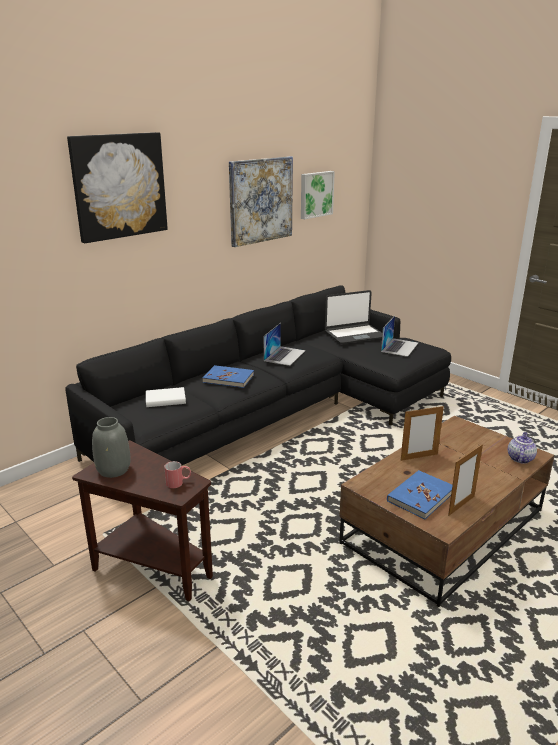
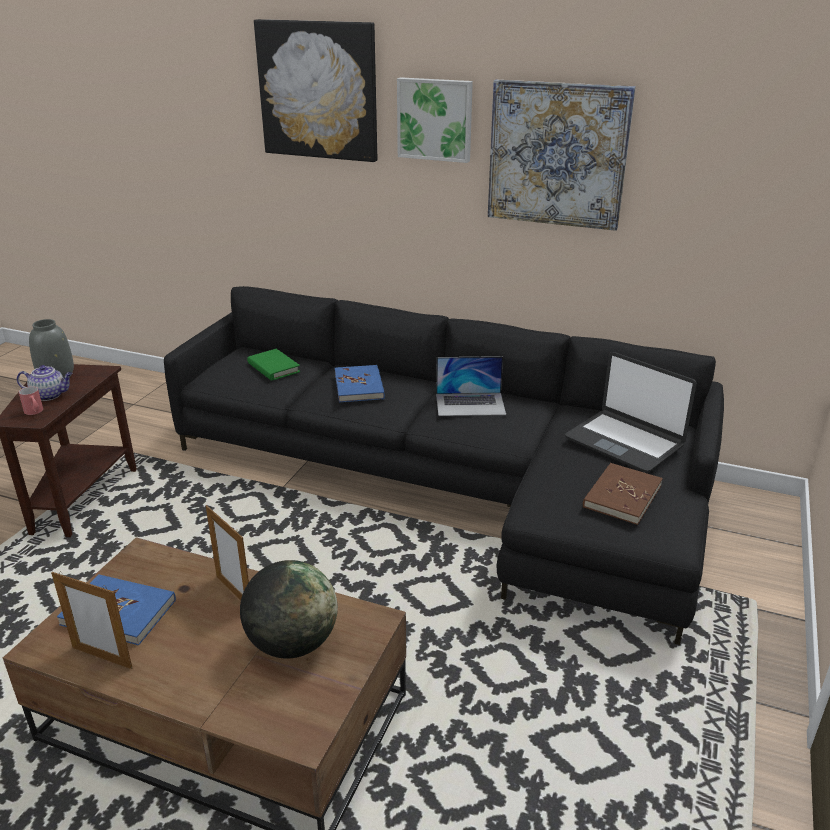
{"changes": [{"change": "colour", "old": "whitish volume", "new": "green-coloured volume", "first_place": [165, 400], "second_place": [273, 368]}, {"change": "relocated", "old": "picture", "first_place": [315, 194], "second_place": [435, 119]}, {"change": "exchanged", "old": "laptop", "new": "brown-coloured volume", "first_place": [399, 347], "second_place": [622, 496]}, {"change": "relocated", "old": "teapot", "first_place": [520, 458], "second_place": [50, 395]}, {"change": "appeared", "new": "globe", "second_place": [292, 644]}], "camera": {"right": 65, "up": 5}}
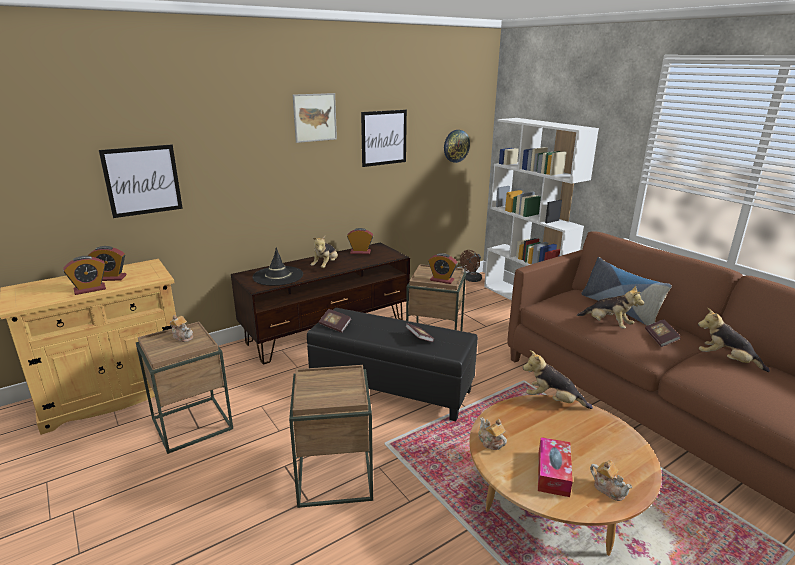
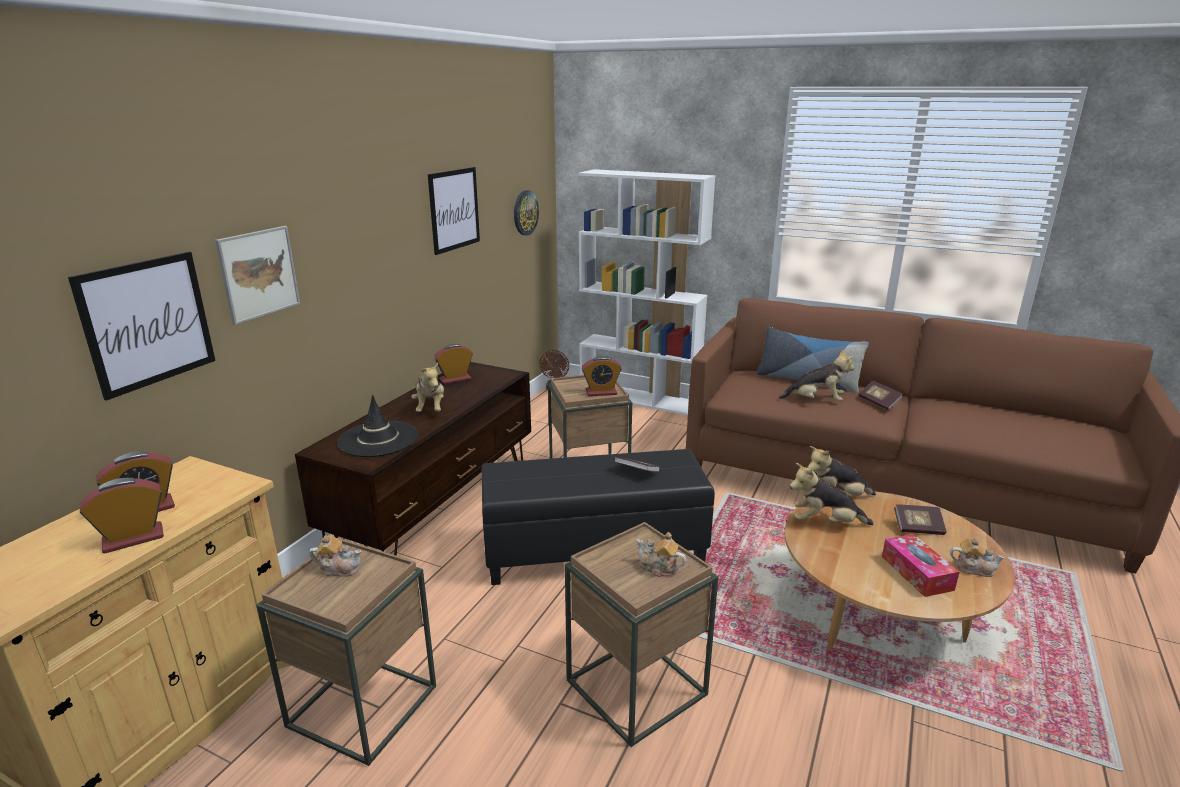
{"changes": [{"change": "spun", "old": "bedside clock", "first_place": [90, 289], "second_place": [133, 539], "degrees": -150}, {"change": "relocated", "old": "picture", "first_place": [315, 117], "second_place": [259, 273]}, {"change": "relocated", "old": "volume", "first_place": [335, 326], "second_place": [918, 528]}, {"change": "relocated", "old": "teapot", "first_place": [490, 442], "second_place": [659, 568]}, {"change": "relocated", "old": "cuddly toy", "first_place": [726, 361], "second_place": [825, 523]}], "camera": {"right": -30, "up": 0}}
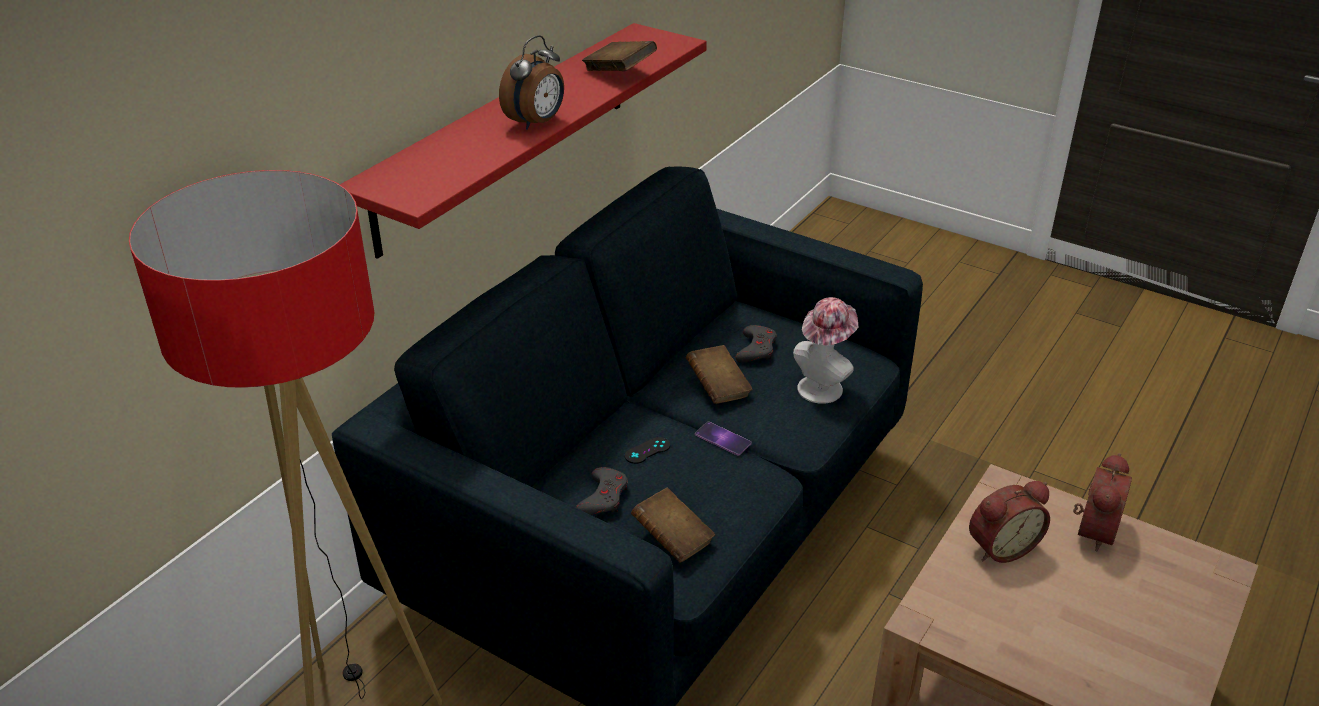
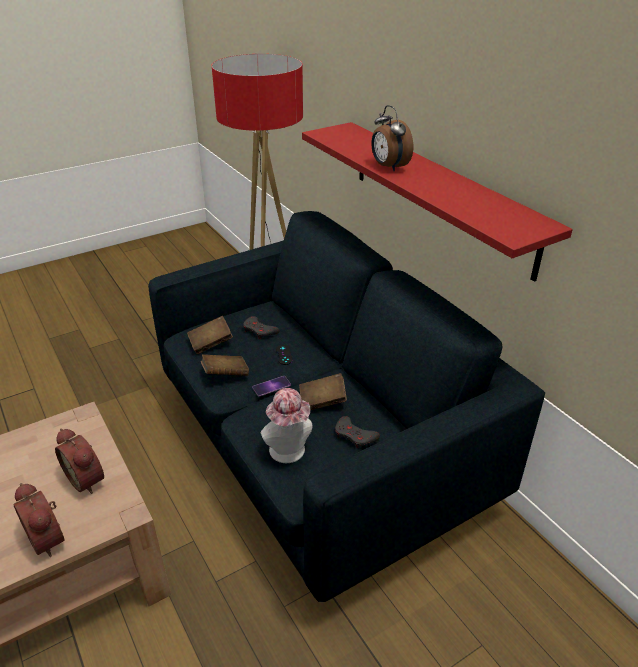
{"changes": [{"change": "relocated", "old": "brown-coloured volume", "first_place": [619, 73], "second_place": [225, 374]}, {"change": "spun", "old": "bedside clock", "first_place": [1000, 546], "second_place": [88, 478], "degrees": -45}], "camera": {"right": 115, "up": 0}}
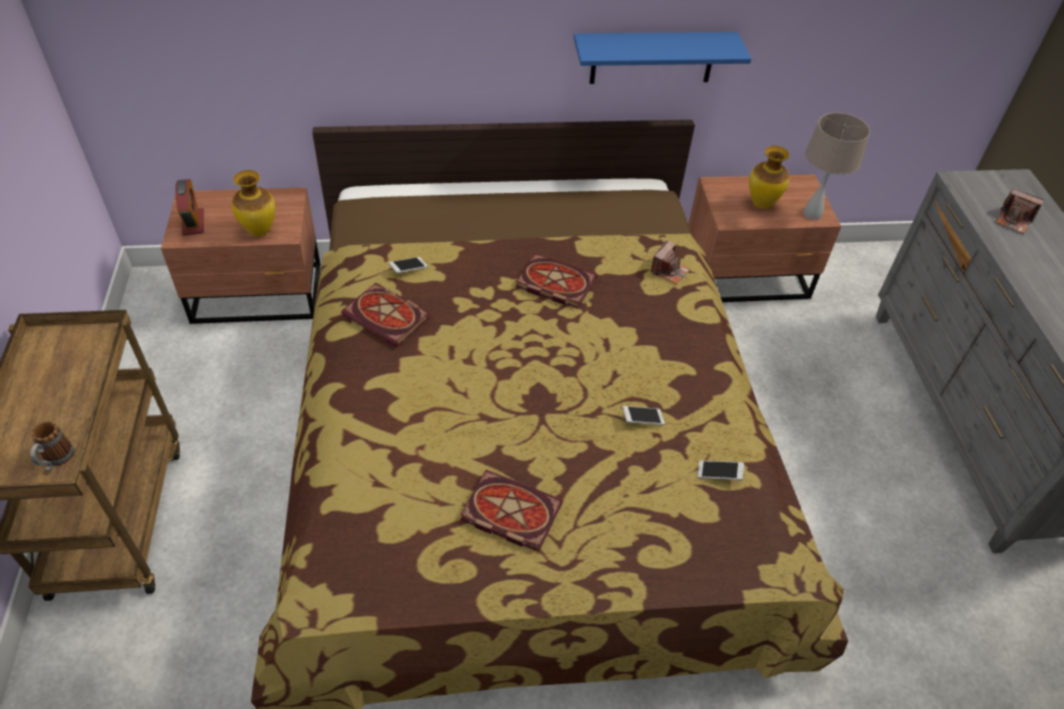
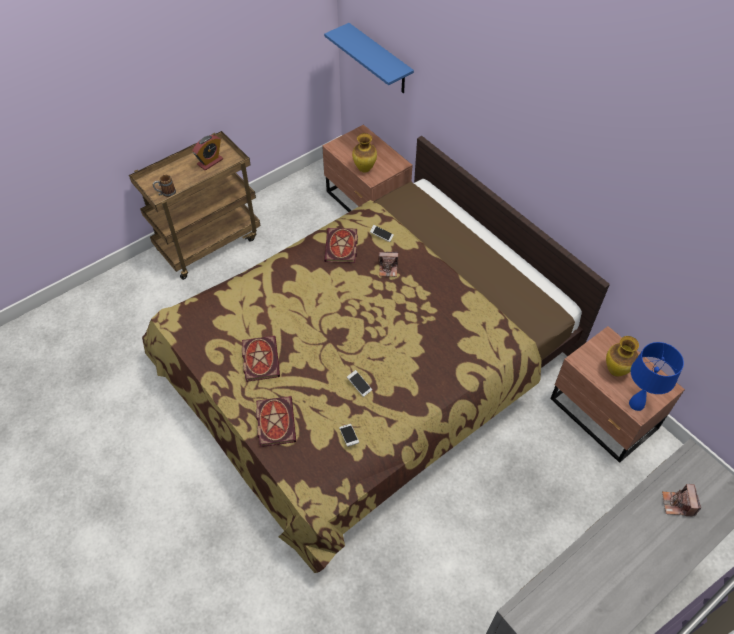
{"changes": [{"change": "relocated", "old": "bedside clock", "first_place": [193, 223], "second_place": [210, 162]}, {"change": "relocated", "old": "volume", "first_place": [553, 283], "second_place": [274, 421]}, {"change": "relocated", "old": "bluish wall shelf", "first_place": [652, 57], "second_place": [380, 60]}, {"change": "relocated", "old": "still camera", "first_place": [669, 271], "second_place": [388, 269]}, {"change": "colour", "old": "beige-coloured lamp for a table", "new": "bluish lamp for a table", "first_place": [812, 213], "second_place": [636, 404]}], "camera": {"right": 60, "up": 5}}
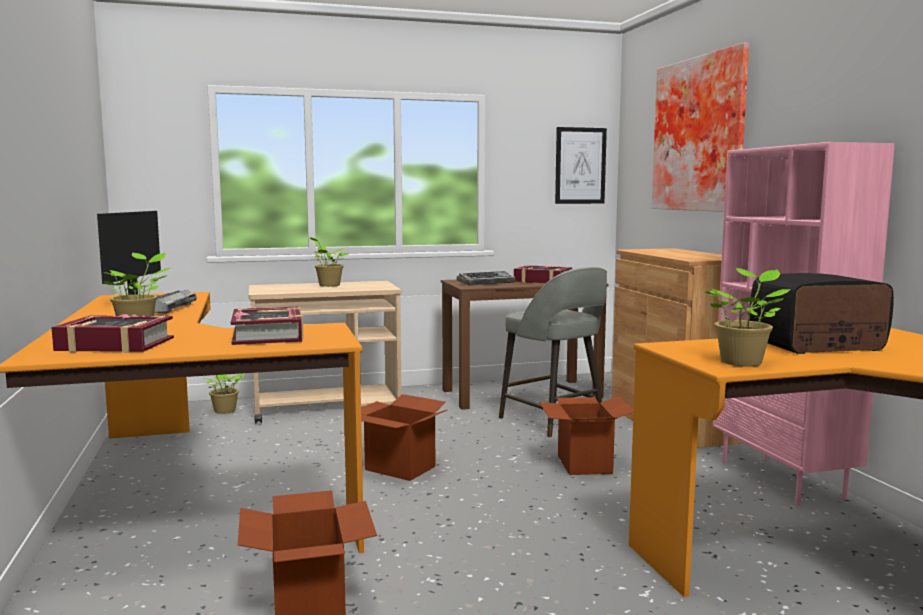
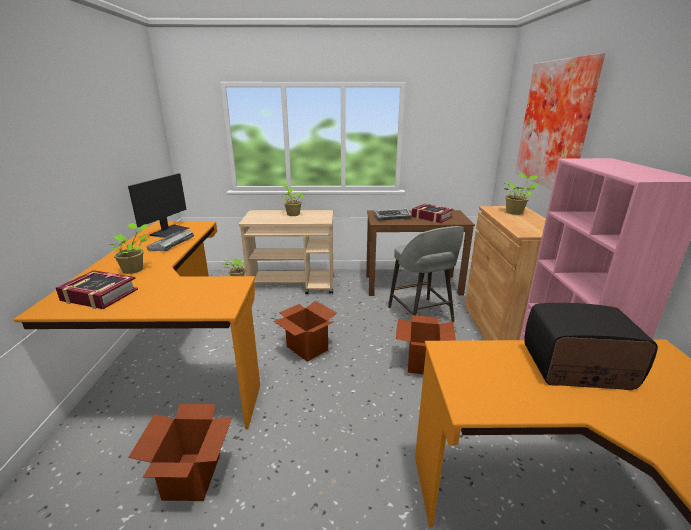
{"changes": [{"change": "missing", "old": "volume", "first_place": [268, 335]}, {"change": "missing", "old": "picture", "first_place": [580, 165]}, {"change": "relocated", "old": "houseplant", "first_place": [743, 362], "second_place": [515, 212]}], "camera": {"right": 15, "up": 15}}
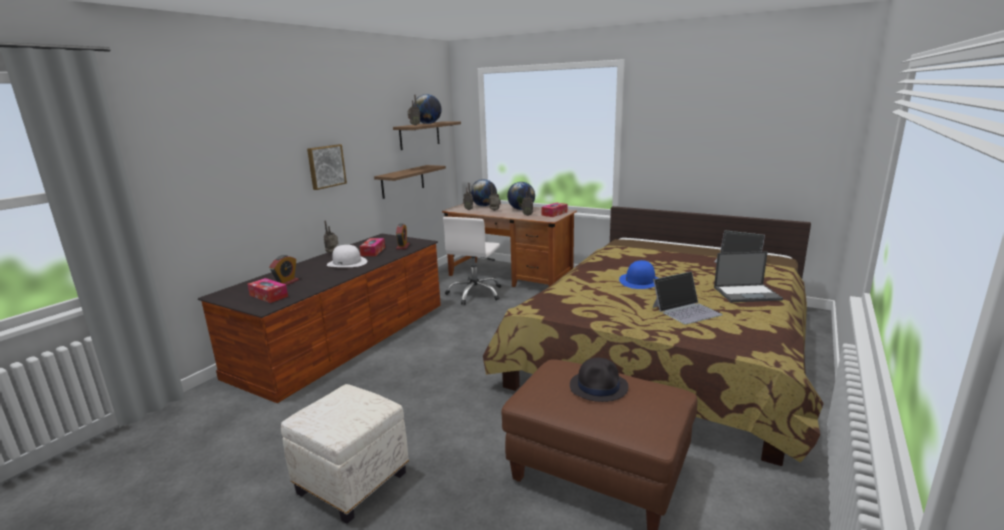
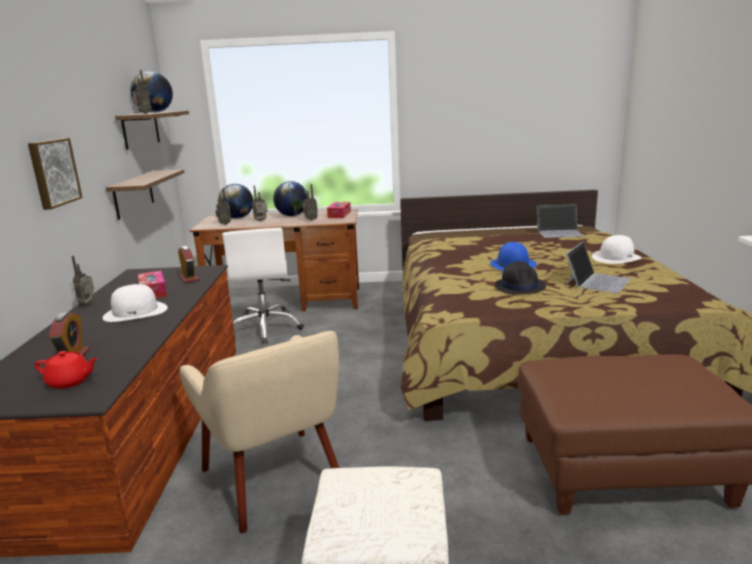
{"changes": [{"change": "exchanged", "old": "box of tissues", "new": "red-coloured teapot", "first_place": [268, 296], "second_place": [70, 382]}, {"change": "relocated", "old": "blackish clothing hat", "first_place": [599, 386], "second_place": [519, 286]}, {"change": "exchanged", "old": "laptop", "new": "whitish clothing hat", "first_place": [747, 293], "second_place": [616, 257]}, {"change": "appeared", "new": "beige-coloured easy chair", "second_place": [274, 479]}], "camera": {"right": -30, "up": 0}}
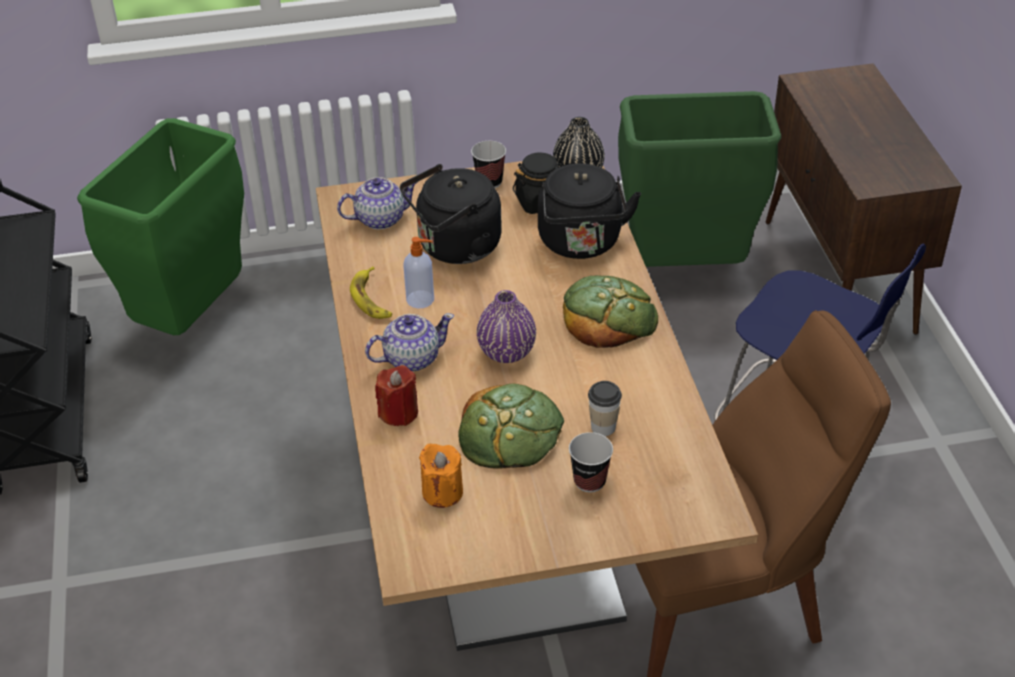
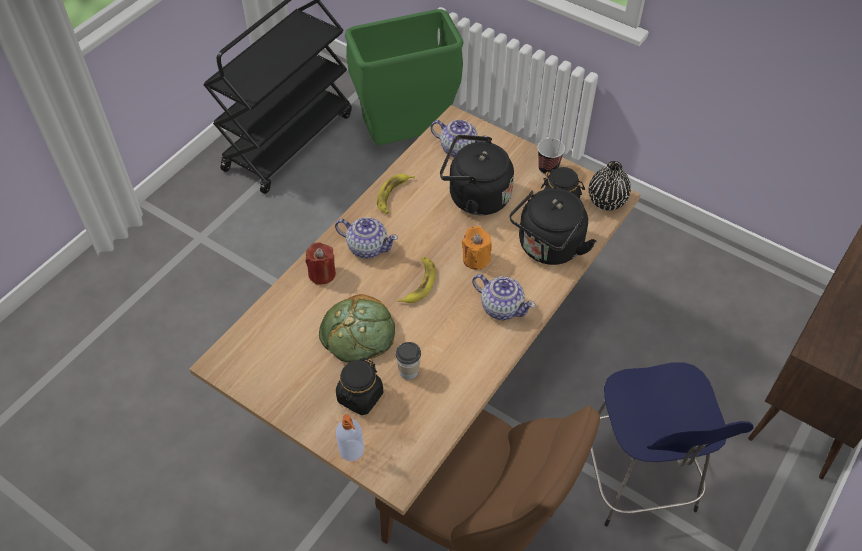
{"changes": [{"change": "relocated", "old": "soap dispenser", "first_place": [421, 299], "second_place": [352, 451]}, {"change": "relocated", "old": "orange-coloured wax candle", "first_place": [442, 492], "second_place": [476, 259]}, {"change": "exchanged", "old": "purple vase", "new": "whole banana", "first_place": [506, 352], "second_place": [419, 283]}, {"change": "exchanged", "old": "bakery bread", "new": "teapot", "first_place": [608, 316], "second_place": [501, 307]}, {"change": "exchanged", "old": "cup", "new": "blackish preserve jar", "first_place": [589, 481], "second_place": [360, 397]}, {"change": "missing", "old": "green-coloured trash can", "first_place": [685, 268]}], "camera": {"right": 45, "up": 10}}
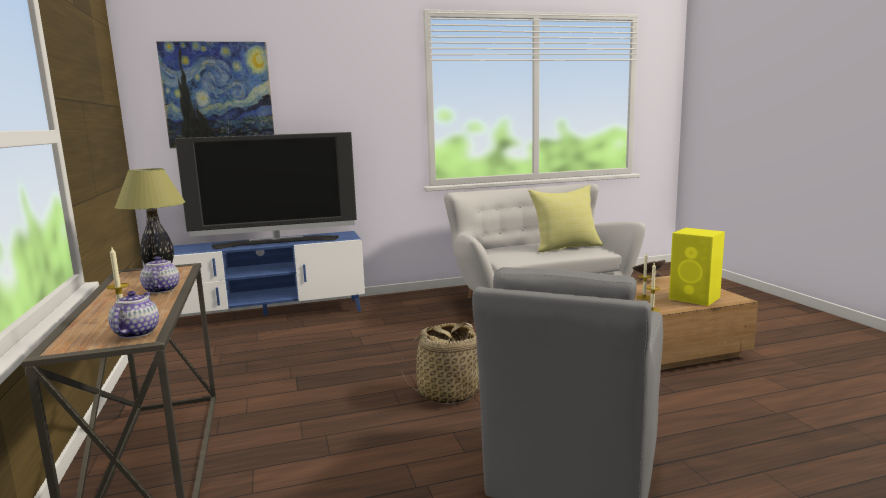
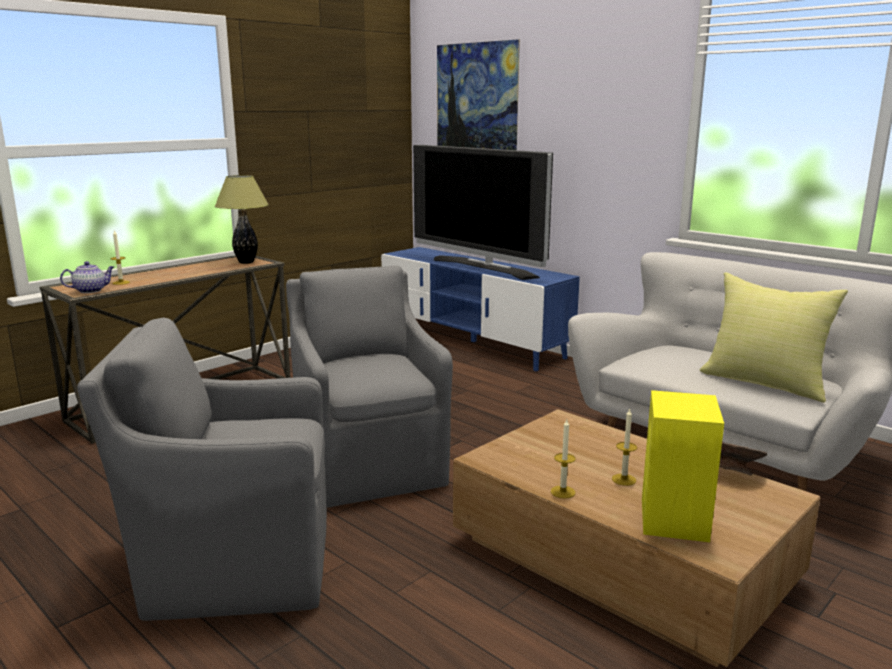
{"changes": [{"change": "missing", "old": "teapot", "first_place": [161, 290]}, {"change": "exchanged", "old": "household basket", "new": "grey easy chair", "first_place": [447, 393], "second_place": [370, 465]}], "camera": {"right": 60, "up": 5}}
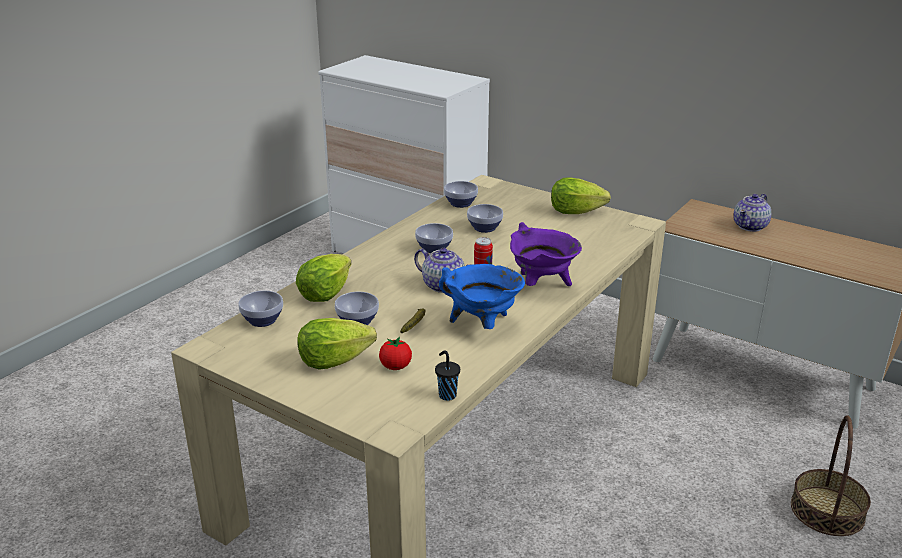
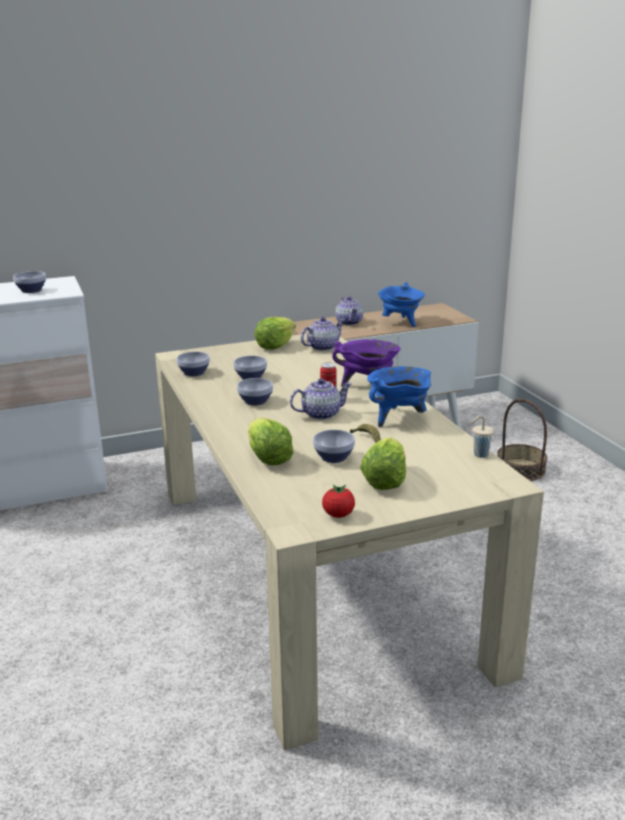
{"changes": [{"change": "relocated", "old": "deep dish", "first_place": [262, 321], "second_place": [32, 291]}, {"change": "relocated", "old": "whole tomato", "first_place": [395, 367], "second_place": [338, 515]}, {"change": "colour", "old": "blackish cup", "new": "beige-coloured cup", "first_place": [447, 395], "second_place": [480, 454]}, {"change": "appeared", "new": "teapot", "second_place": [322, 347]}, {"change": "appeared", "new": "bluish saucepot", "second_place": [401, 323]}], "camera": {"right": -55, "up": -5}}
